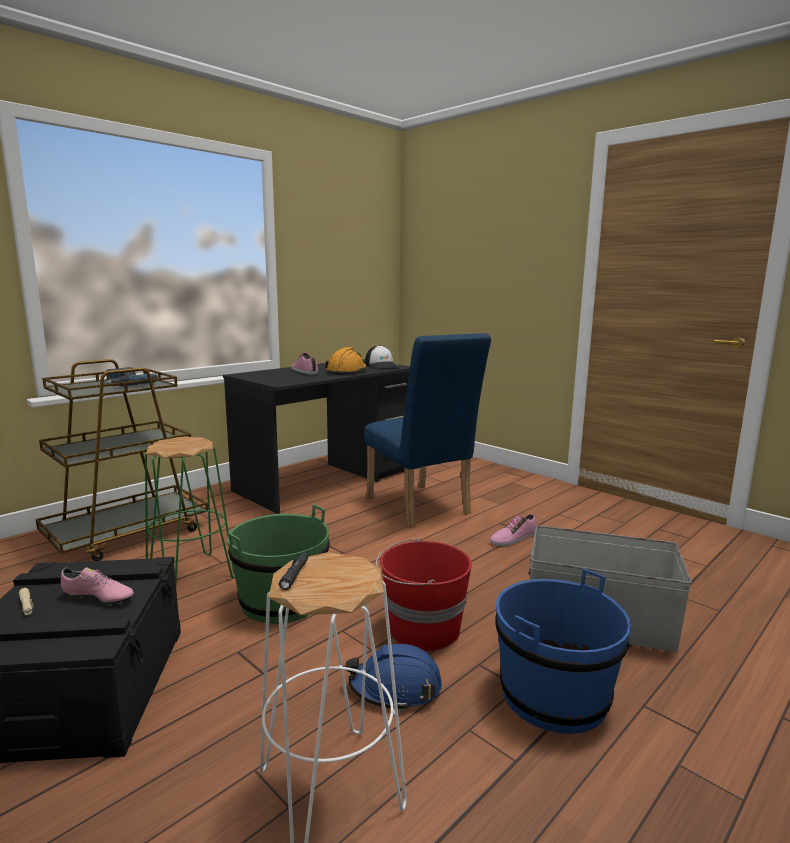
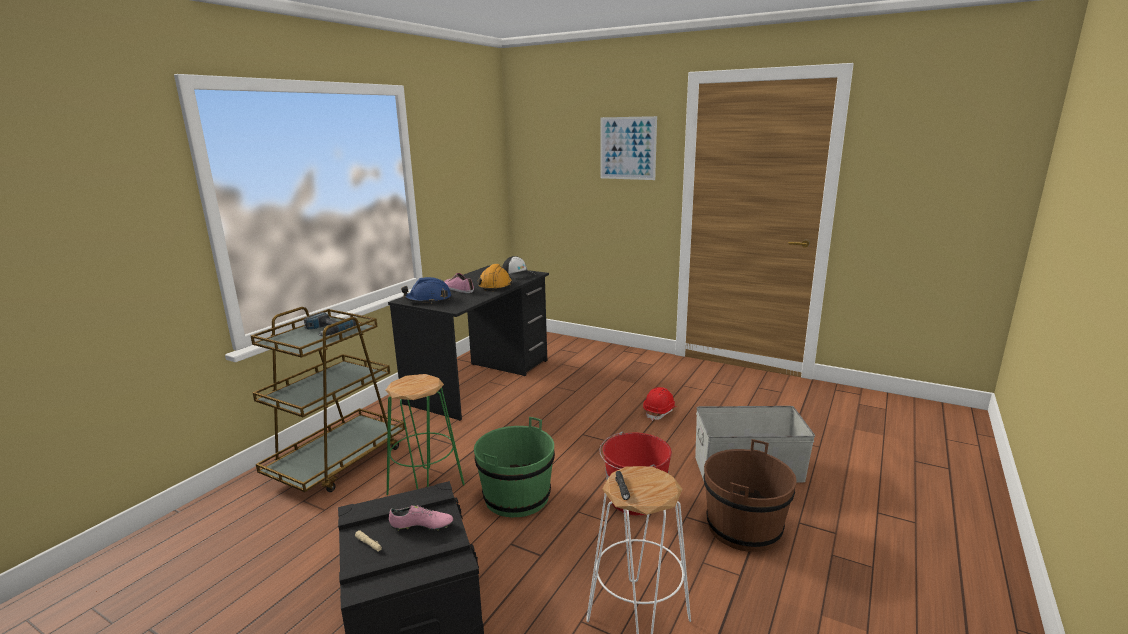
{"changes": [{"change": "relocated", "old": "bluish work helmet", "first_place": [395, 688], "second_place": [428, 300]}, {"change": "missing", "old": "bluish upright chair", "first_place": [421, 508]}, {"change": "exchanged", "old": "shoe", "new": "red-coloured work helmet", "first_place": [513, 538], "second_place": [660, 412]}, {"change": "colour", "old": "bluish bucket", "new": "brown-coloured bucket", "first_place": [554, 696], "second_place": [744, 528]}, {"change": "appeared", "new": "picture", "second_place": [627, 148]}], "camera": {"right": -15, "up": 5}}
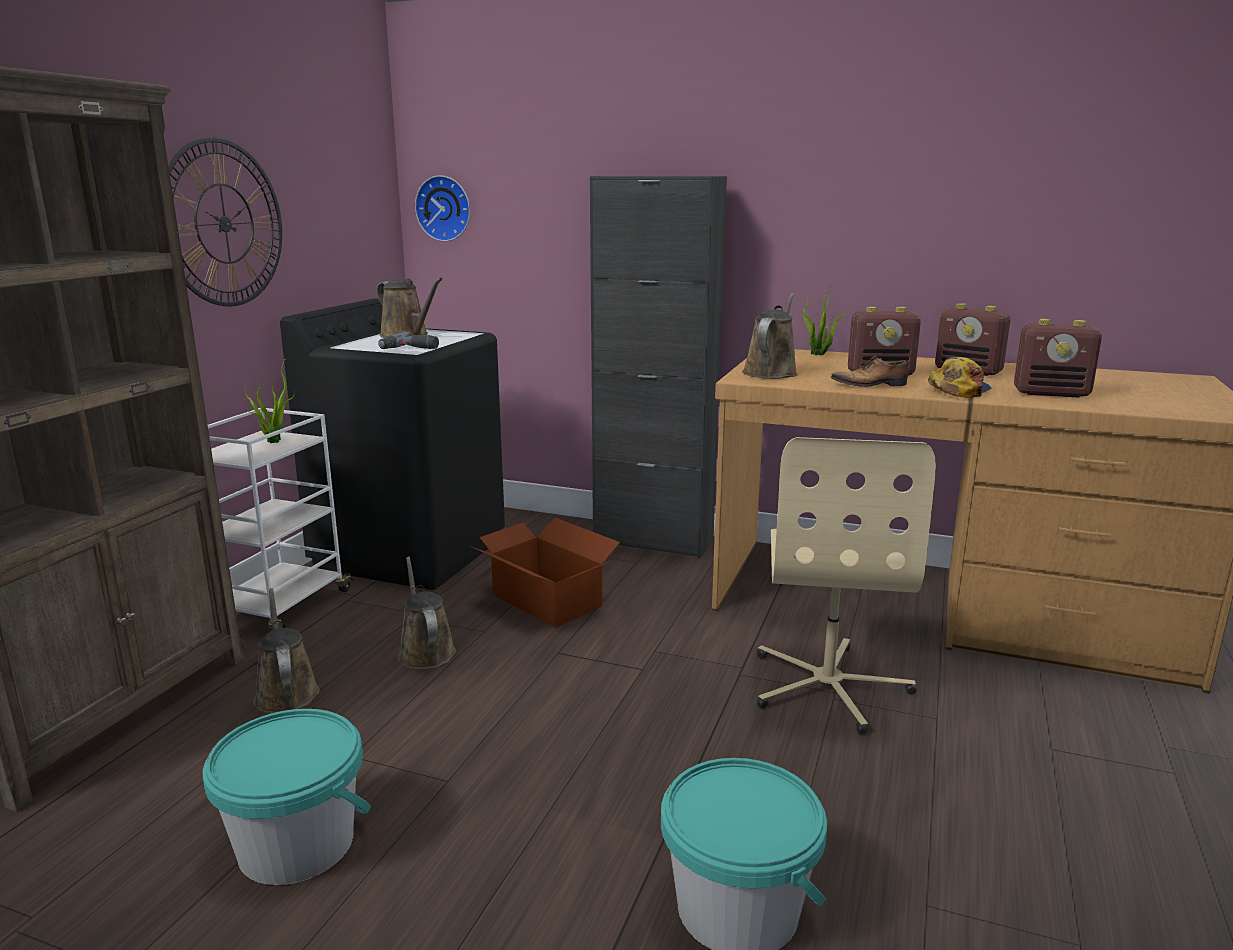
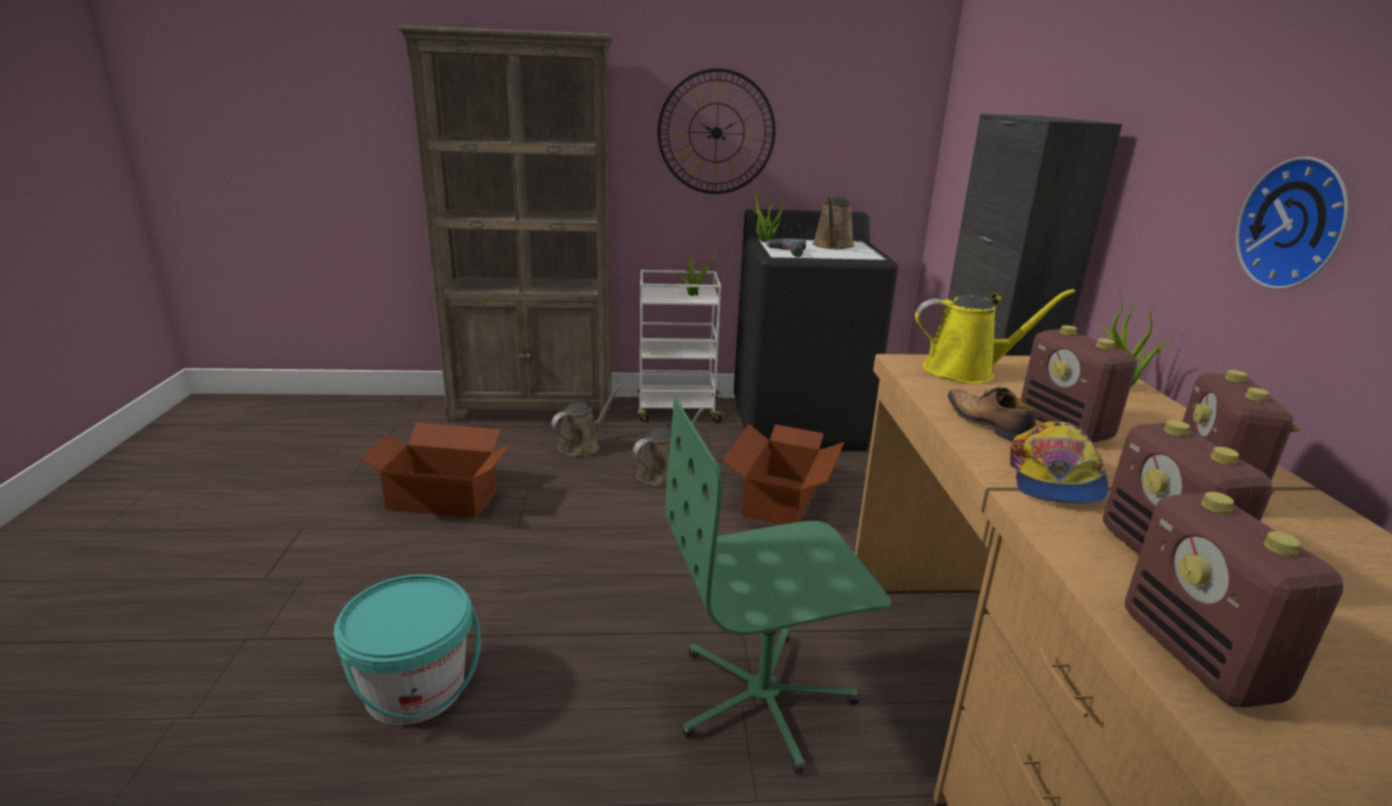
{"changes": [{"change": "exchanged", "old": "blue-green bucket", "new": "cardboard box", "first_place": [297, 844], "second_place": [442, 498]}, {"change": "relocated", "old": "clock on the wall", "first_place": [445, 208], "second_place": [1298, 224]}, {"change": "colour", "old": "brown-coloured sprinkling can", "new": "yellow sprinkling can", "first_place": [771, 372], "second_place": [966, 371]}, {"change": "colour", "old": "beige-coloured computer chair", "new": "green-coloured computer chair", "first_place": [829, 686], "second_place": [764, 698]}, {"change": "spun", "old": "peaked cap", "first_place": [958, 390], "second_place": [1054, 479], "degrees": 90}, {"change": "appeared", "new": "houseplant", "second_place": [764, 241]}, {"change": "appeared", "new": "radio receiver", "second_place": [1200, 657]}], "camera": {"right": 65, "up": 5}}
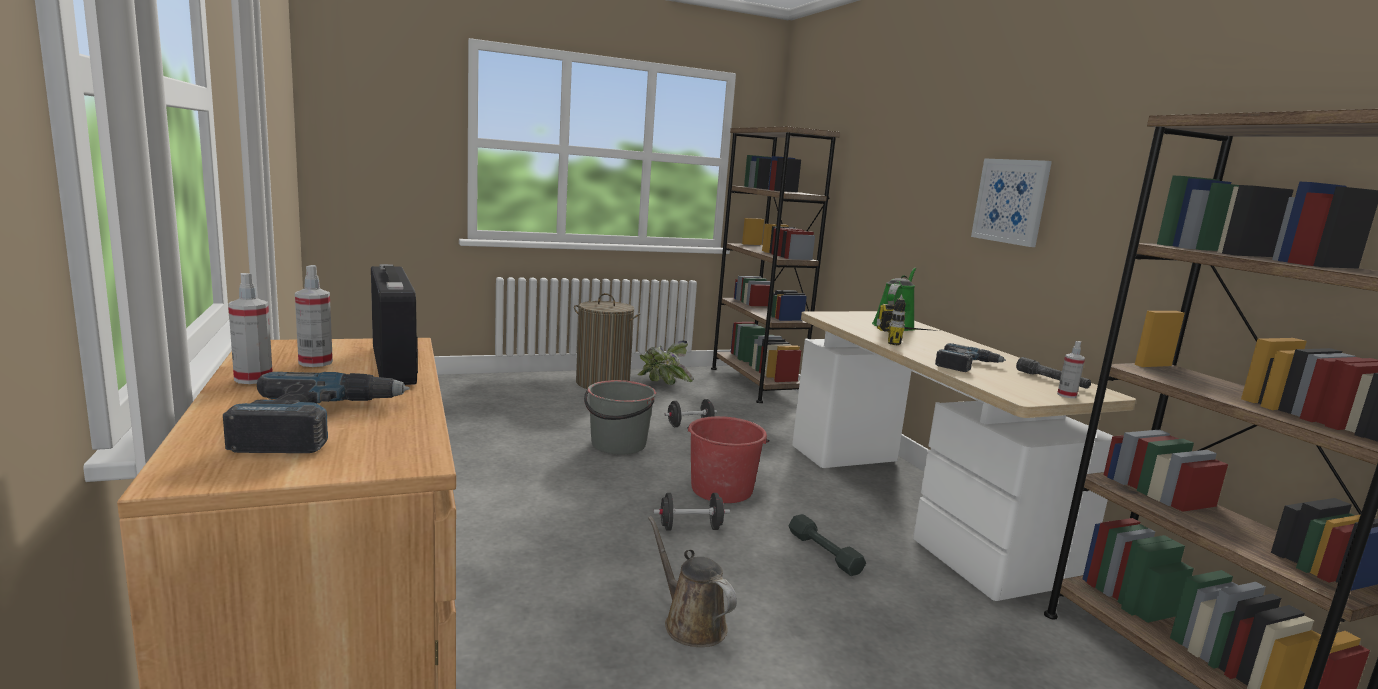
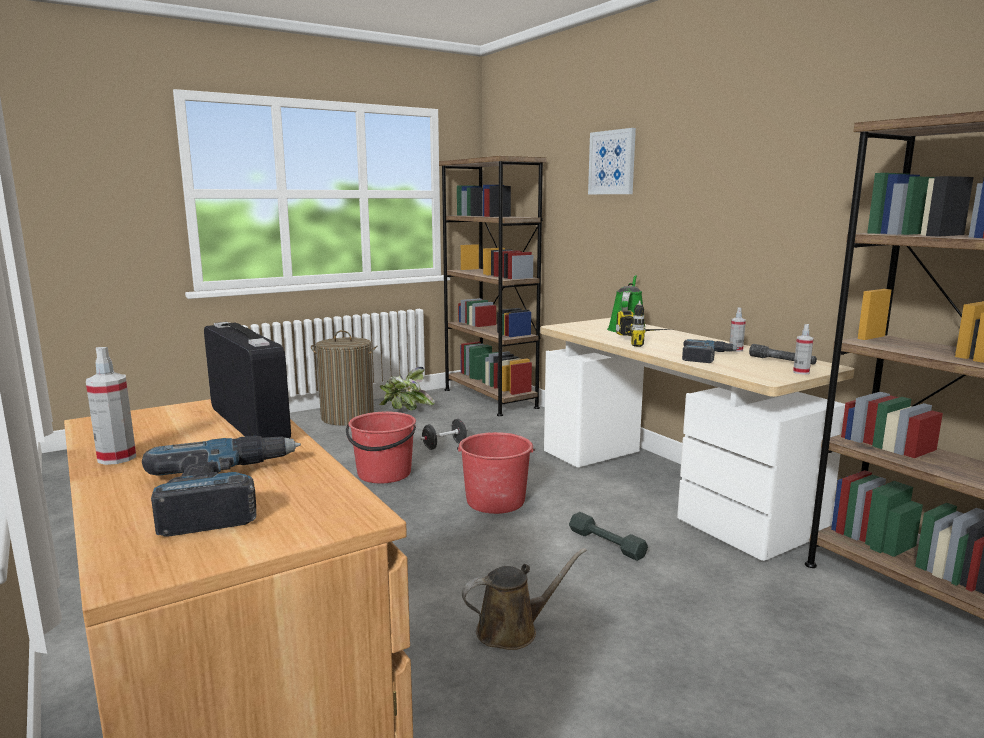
{"changes": [{"change": "relocated", "old": "spray bottle", "first_place": [315, 362], "second_place": [735, 350]}, {"change": "colour", "old": "grey bucket", "new": "red-coloured bucket", "first_place": [618, 445], "second_place": [384, 474]}, {"change": "spun", "old": "brown-coloured sprinkling can", "first_place": [691, 623], "second_place": [513, 630], "degrees": 120}, {"change": "missing", "old": "blackish free weight", "first_place": [690, 528]}, {"change": "relocated", "old": "picture", "first_place": [1011, 201], "second_place": [612, 162]}], "camera": {"right": -10, "up": 0}}
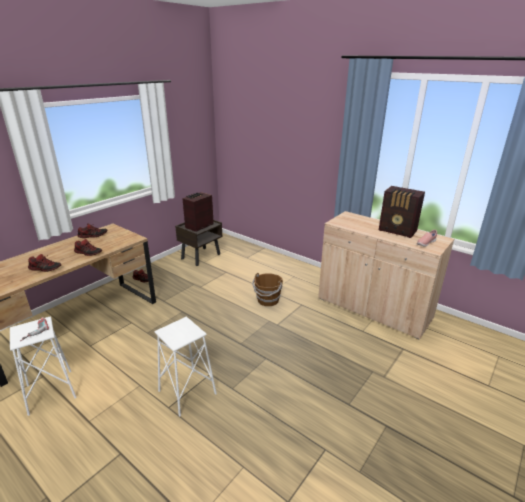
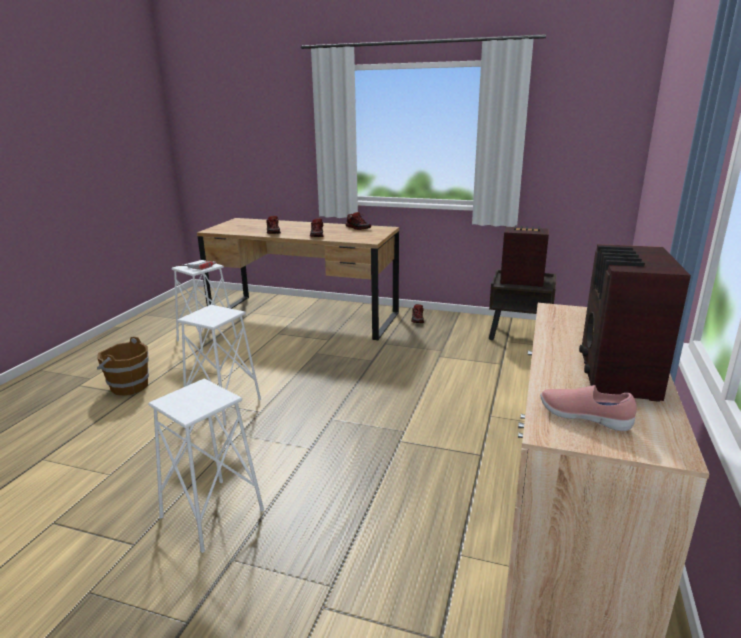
{"changes": [{"change": "relocated", "old": "brown-coloured bucket", "first_place": [268, 300], "second_place": [128, 386]}, {"change": "appeared", "new": "whitish sitting stool", "second_place": [212, 514]}], "camera": {"right": 70, "up": -5}}
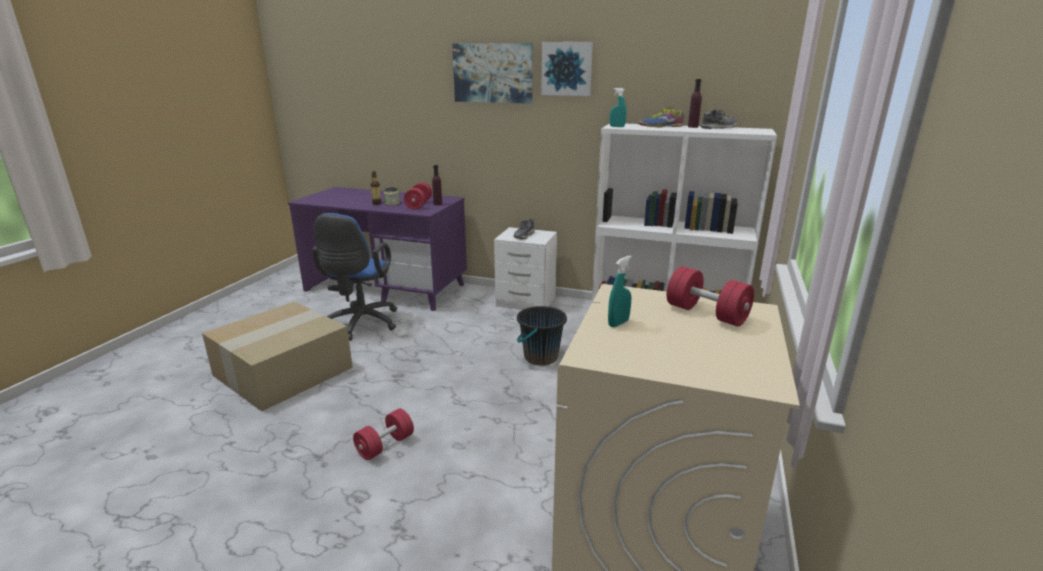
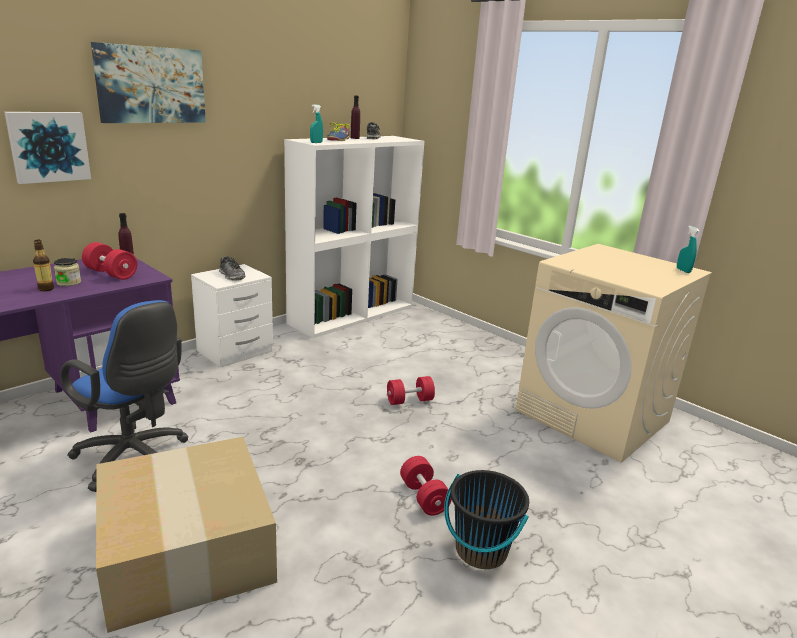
{"changes": [{"change": "relocated", "old": "blackish bucket", "first_place": [540, 357], "second_place": [480, 550]}, {"change": "relocated", "old": "picture", "first_place": [567, 69], "second_place": [48, 146]}, {"change": "relocated", "old": "blue-green spray bottle", "first_place": [618, 323], "second_place": [683, 270]}, {"change": "relocated", "old": "red-coloured free weight", "first_place": [706, 314], "second_place": [409, 401]}], "camera": {"right": -65, "up": 0}}
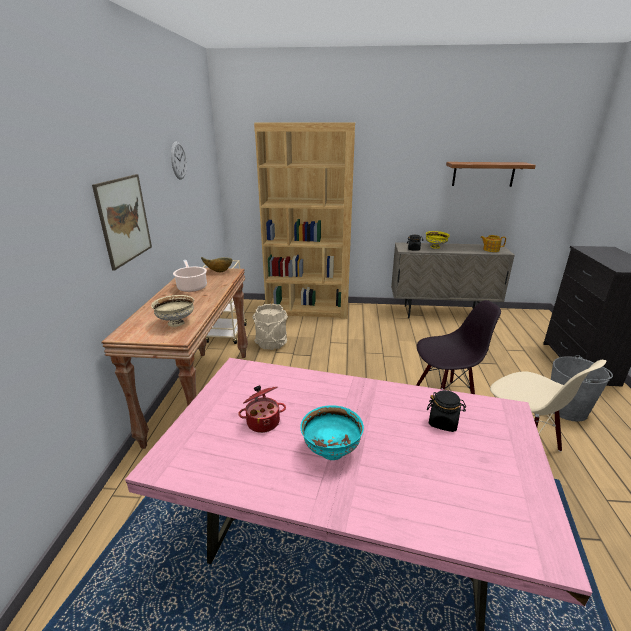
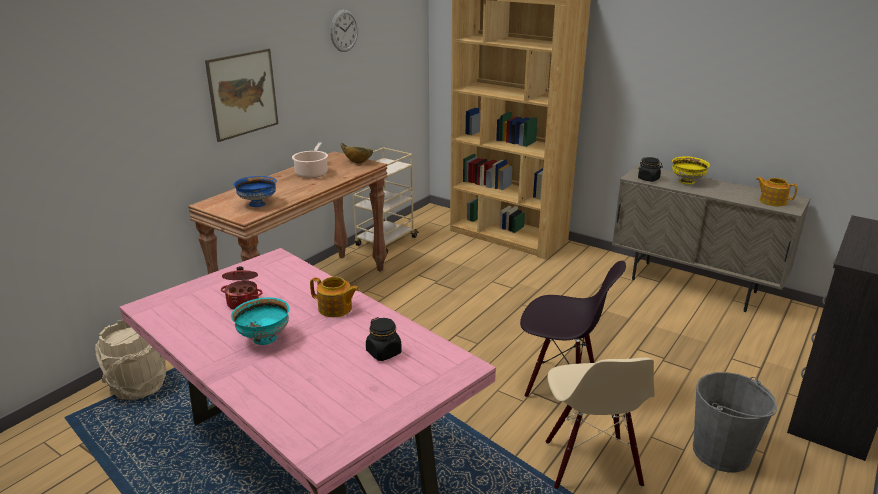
{"changes": [{"change": "colour", "old": "beige-coloured deep dish", "new": "bluish deep dish", "first_place": [176, 323], "second_place": [257, 204]}, {"change": "relocated", "old": "beige-coloured bucket", "first_place": [271, 343], "second_place": [138, 386]}, {"change": "missing", "old": "wall shelf", "first_place": [483, 174]}, {"change": "appeared", "new": "teapot", "second_place": [335, 309]}], "camera": {"right": 30, "up": 0}}
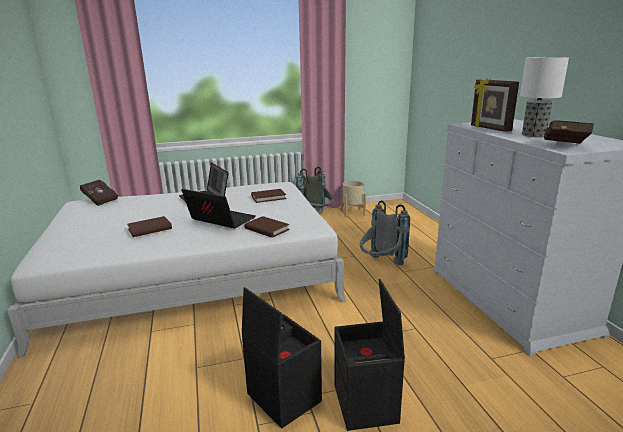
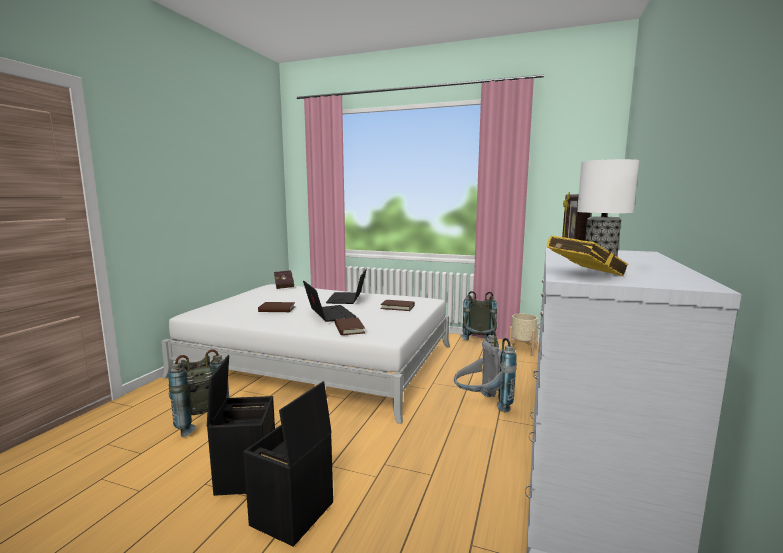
{"changes": [{"change": "colour", "old": "red-coloured volume", "new": "yellow volume", "first_place": [563, 147], "second_place": [582, 275]}, {"change": "appeared", "new": "grey rucksack", "second_place": [200, 421]}], "camera": {"right": 35, "up": -10}}
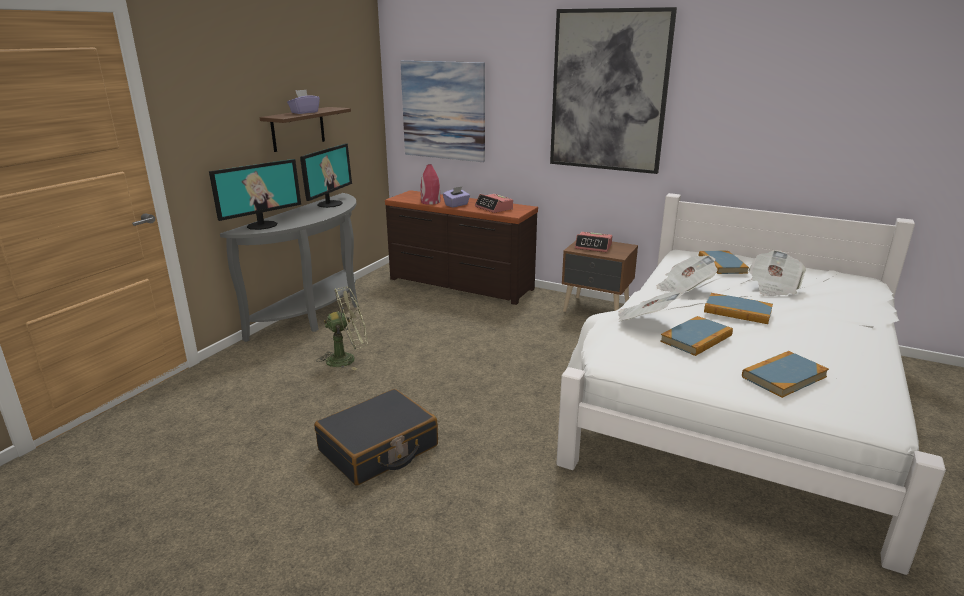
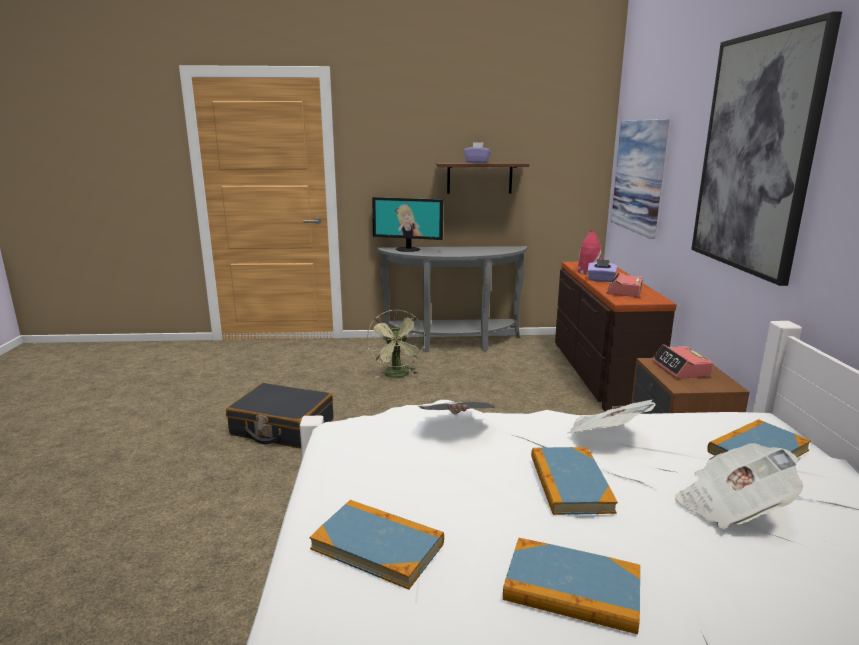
{"changes": [{"change": "missing", "old": "computer screen", "first_place": [329, 204]}, {"change": "spun", "old": "green-coloured cooling fan", "first_place": [347, 359], "second_place": [398, 375], "degrees": 45}, {"change": "relocated", "old": "volume", "first_place": [696, 339], "second_place": [572, 589]}], "camera": {"right": 60, "up": -5}}
